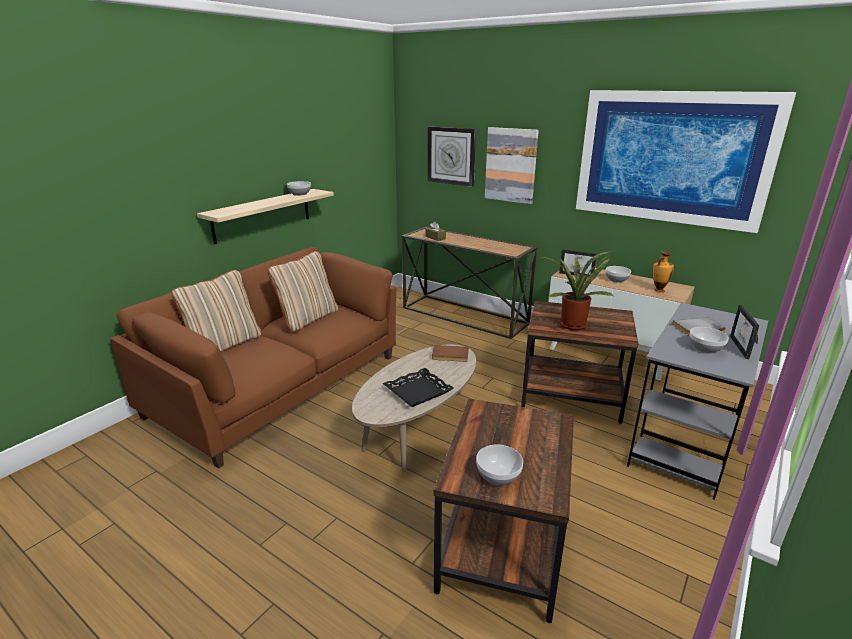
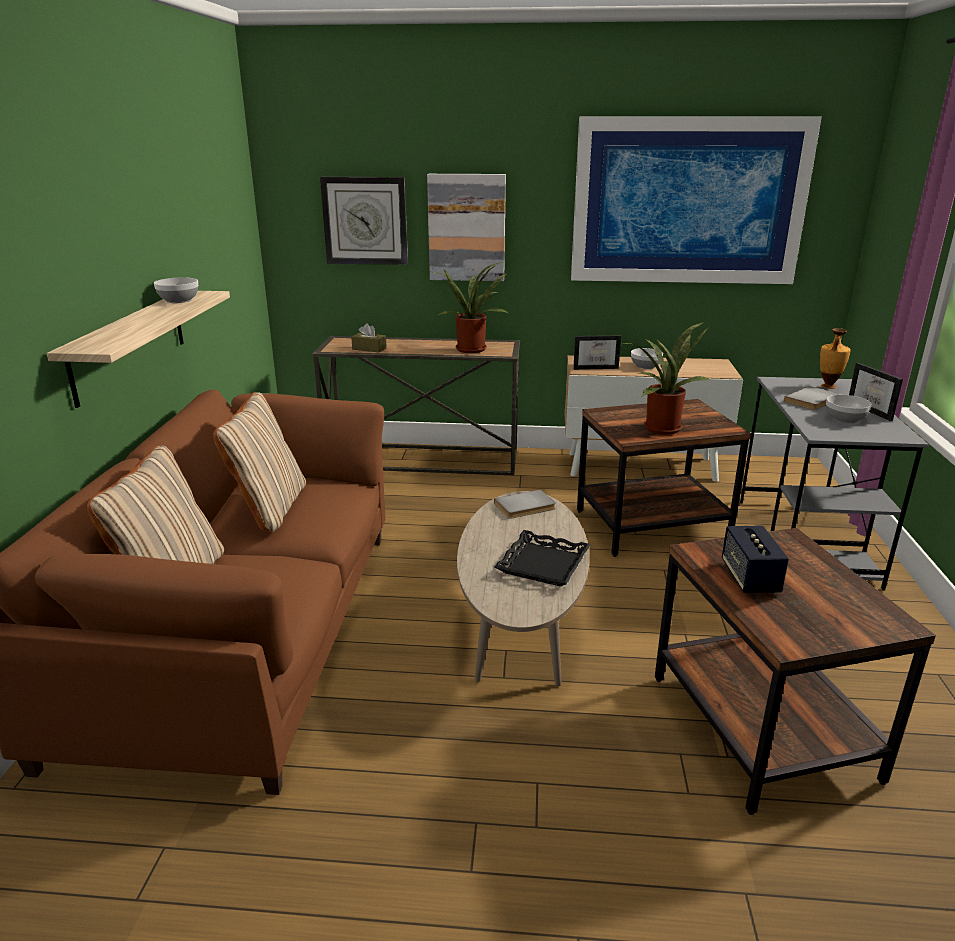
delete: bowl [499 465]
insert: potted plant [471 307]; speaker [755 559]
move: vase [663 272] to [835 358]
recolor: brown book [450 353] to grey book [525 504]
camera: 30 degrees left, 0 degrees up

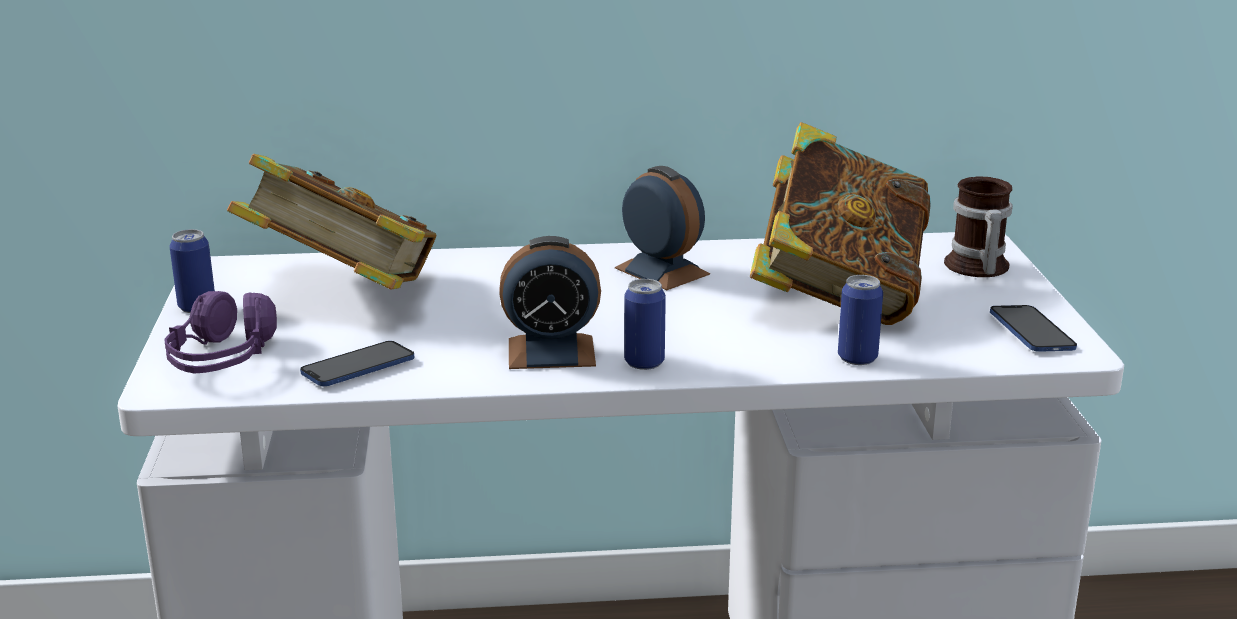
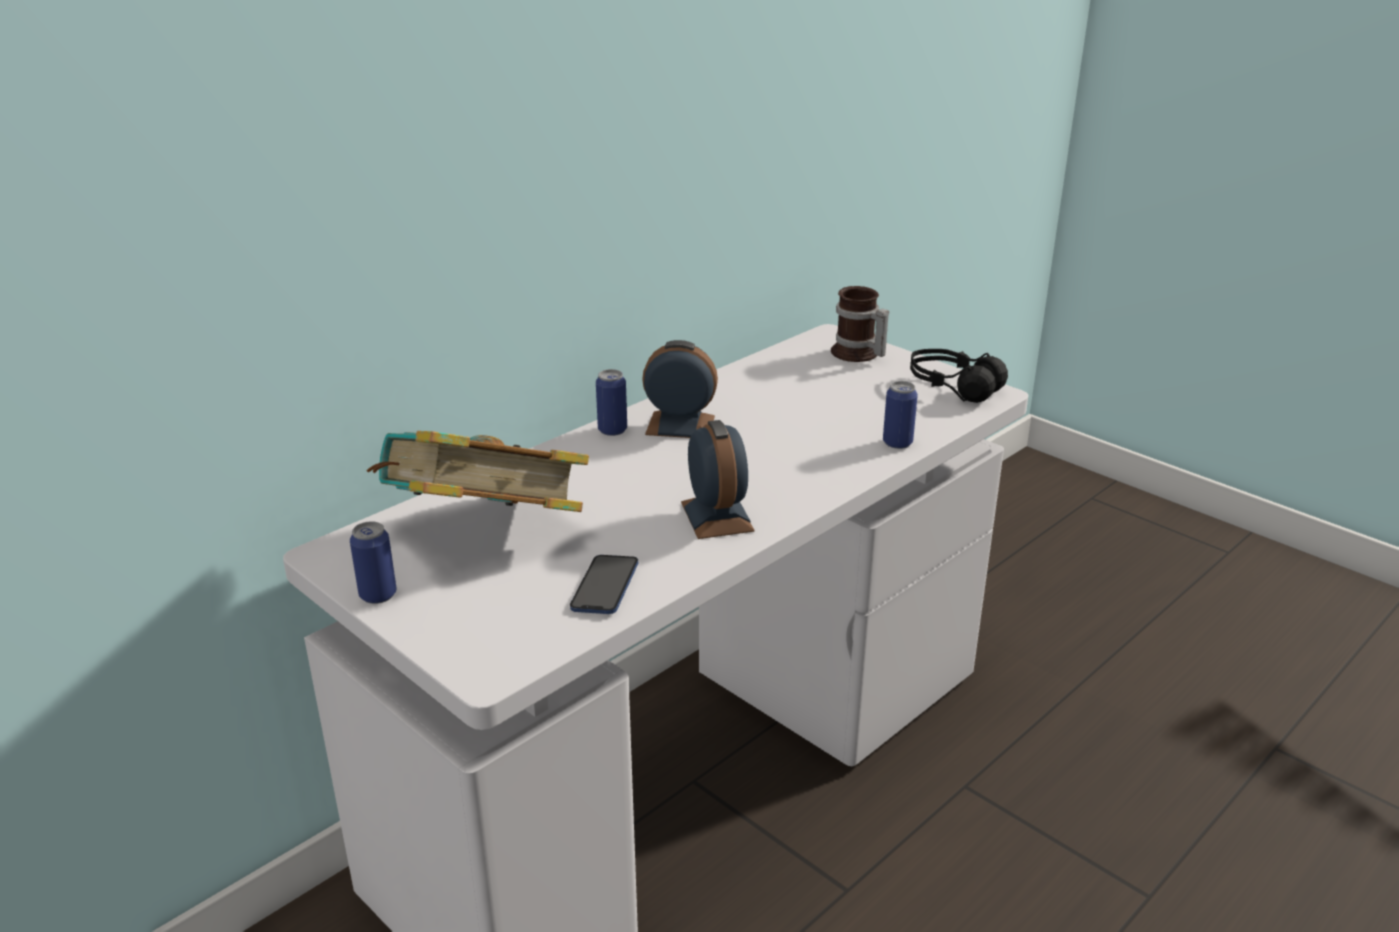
delete: purple headphones [221 332]; book [840 223]
move: can [645 324] to [611 402]
replace: phone [1033 328] to black headphones [959 376]
rotate: alarm clock [550 302] = [718 479] 60 degrees counterclockwise
camera: 40 degrees left, 5 degrees up

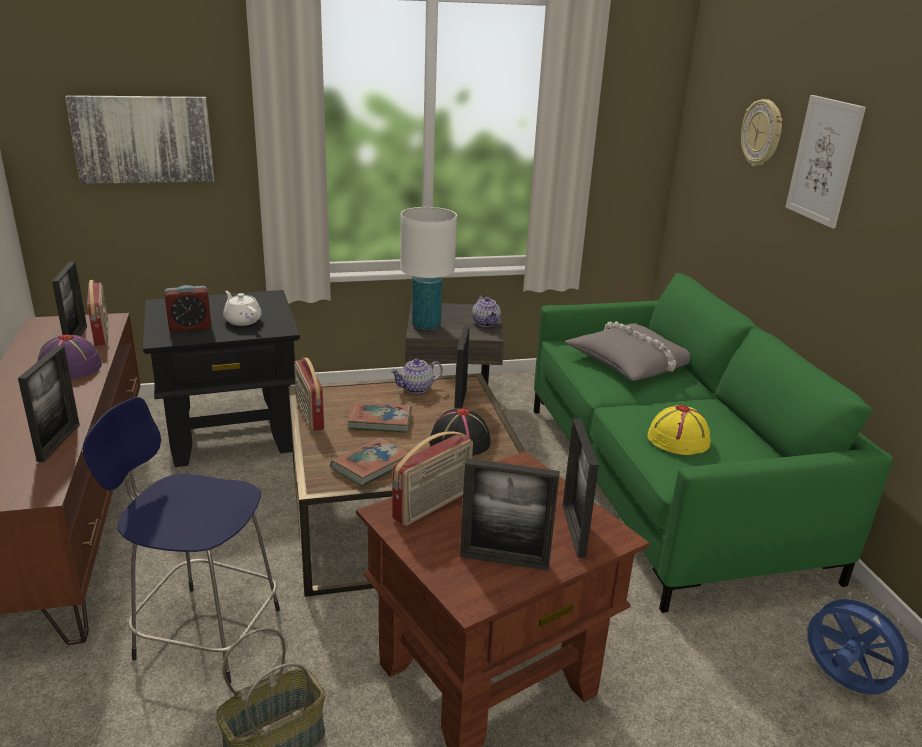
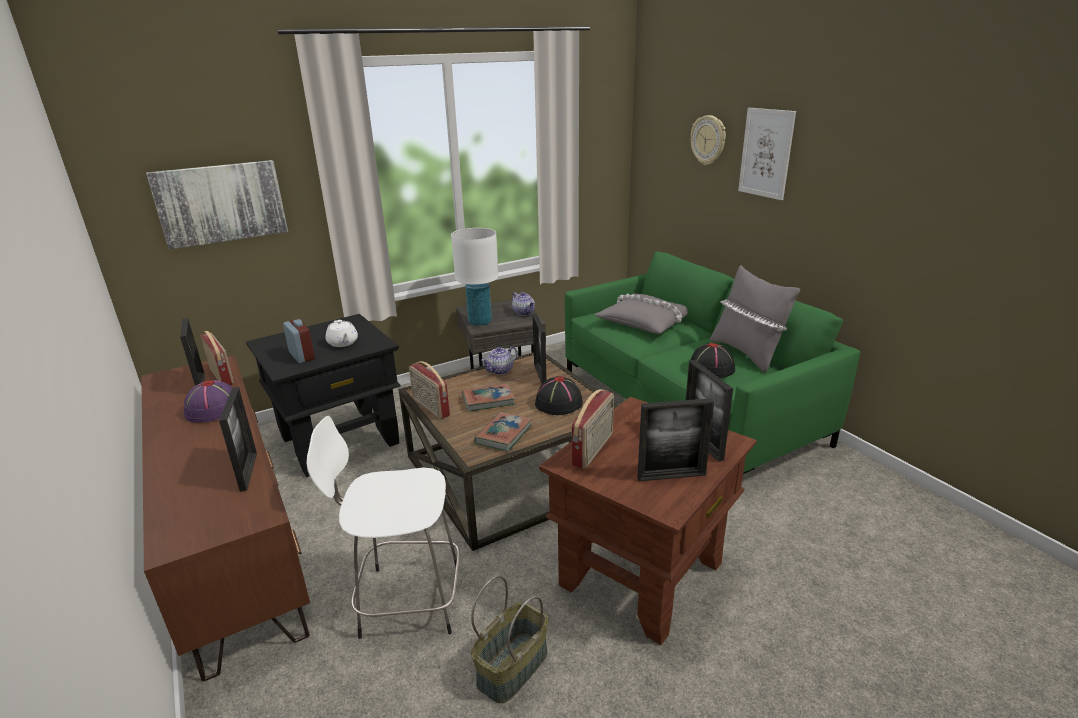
delete: blue fan [862 643]
insert: grey pillow [755 319]
recolor: blue stool [181 540] to white stool [383 527]; yellow hat [679 430] to black hat [712 360]
rotate: alarm clock [188 308] = [299 341] 90 degrees counterclockwise; white teapot [242 308] = [342 333] 150 degrees counterclockwise
camera: 15 degrees left, 0 degrees up

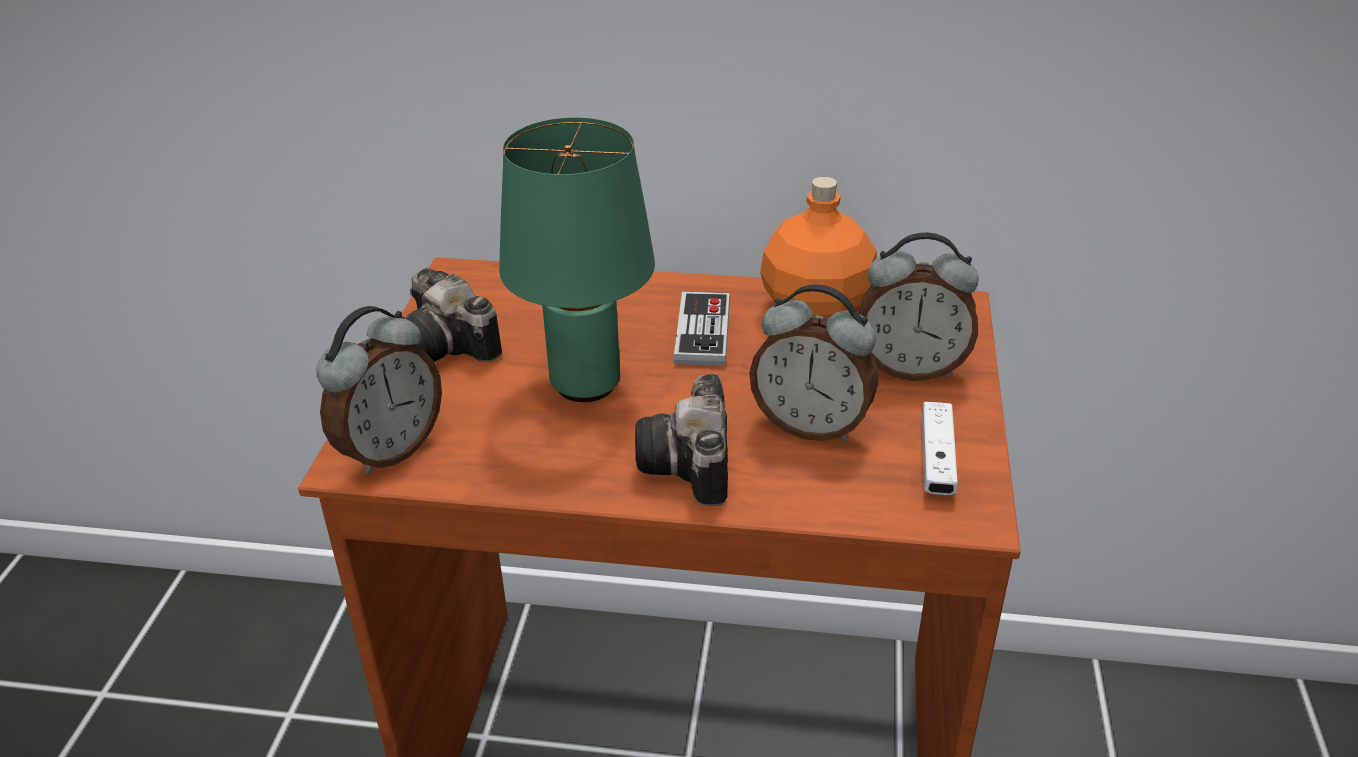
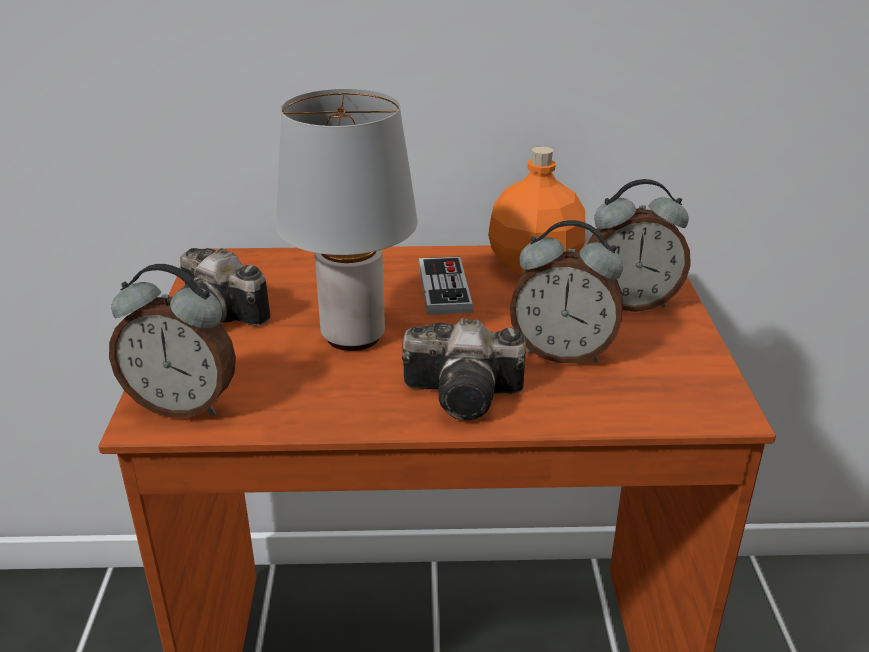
delete: white game controller [940 448]
recolor: green table lamp [577 260] to grey table lamp [347 220]
rotate: alarm clock [379 390] = [172 341] 75 degrees clockwise; photo camera [681 440] = [464 369] 75 degrees counterclockwise
camera: 10 degrees left, 5 degrees down

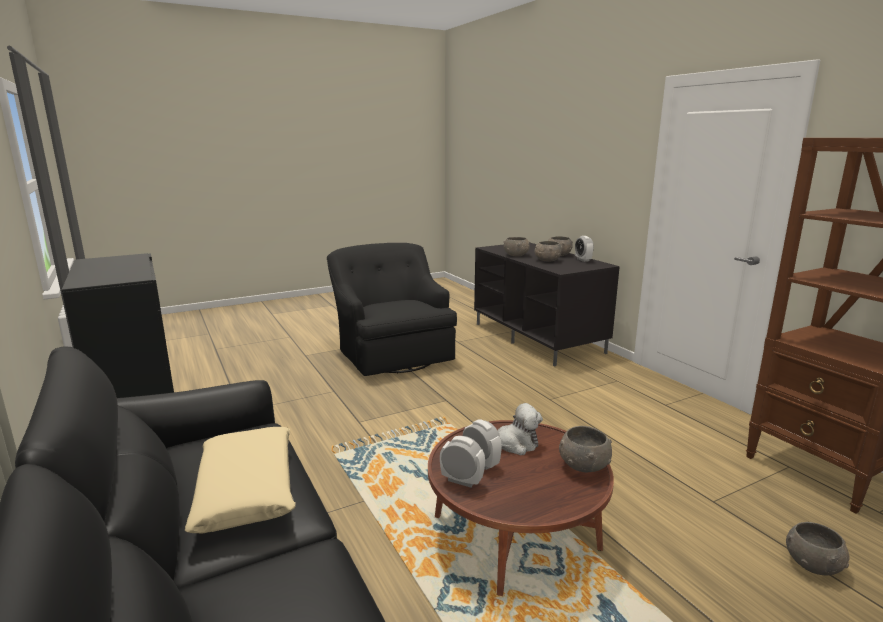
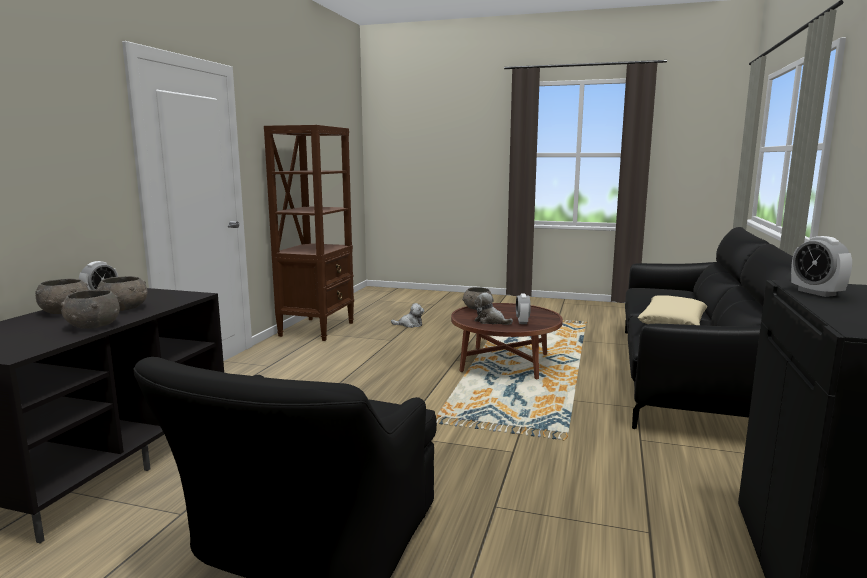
move: alarm clock [462 461] to [821 266]
replace: grey bowl [817 548] to plush toy [407 315]
camera: 135 degrees left, 5 degrees down

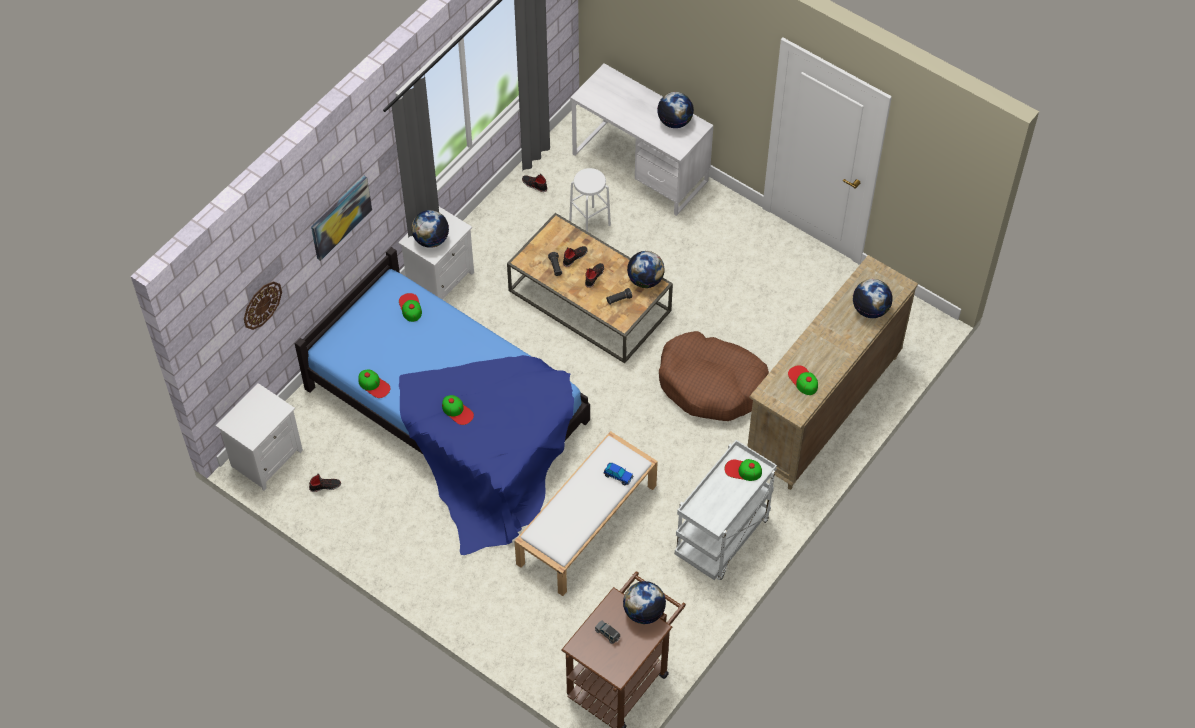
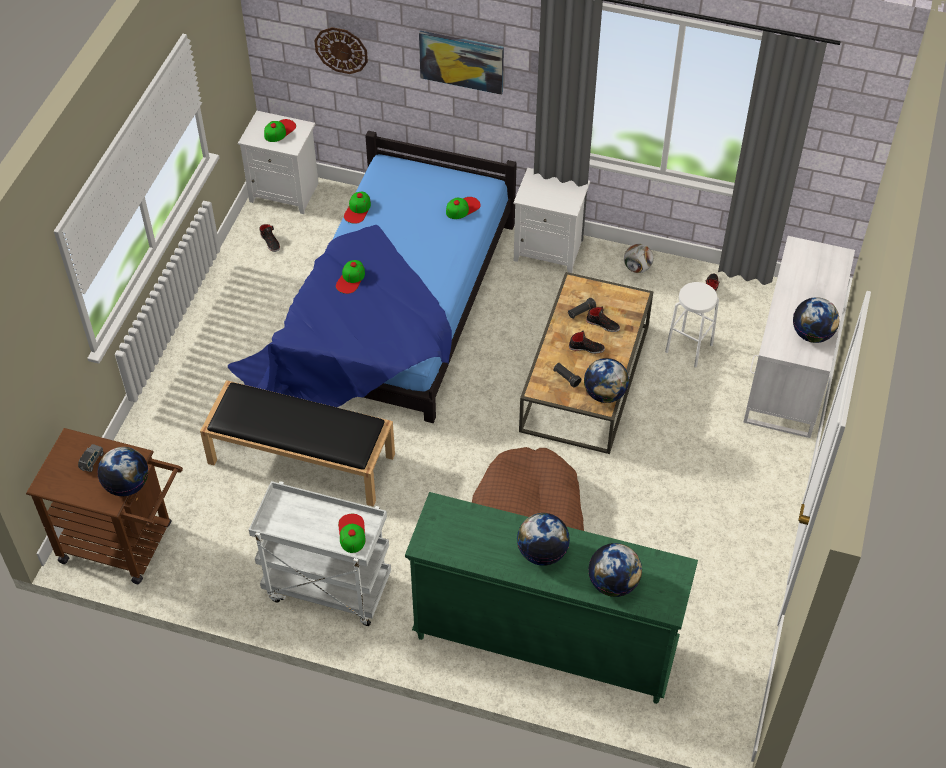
delete: toy car [619 474]
insert: football [638 258]
move: globe [430 229] to [543 539]; cap [803 380] to [280 130]
recolor: white bench [586 513] to black bench [297 443]; beige dresser [832 372] to green dresser [551 598]
camera: 70 degrees right, 5 degrees down

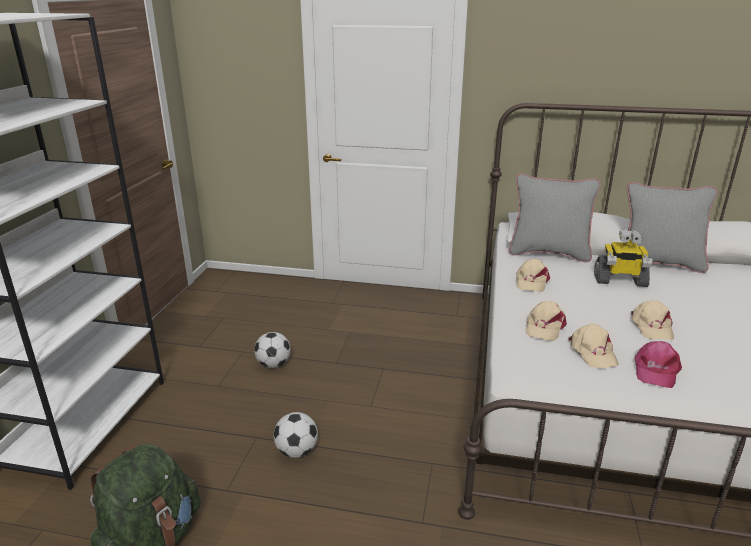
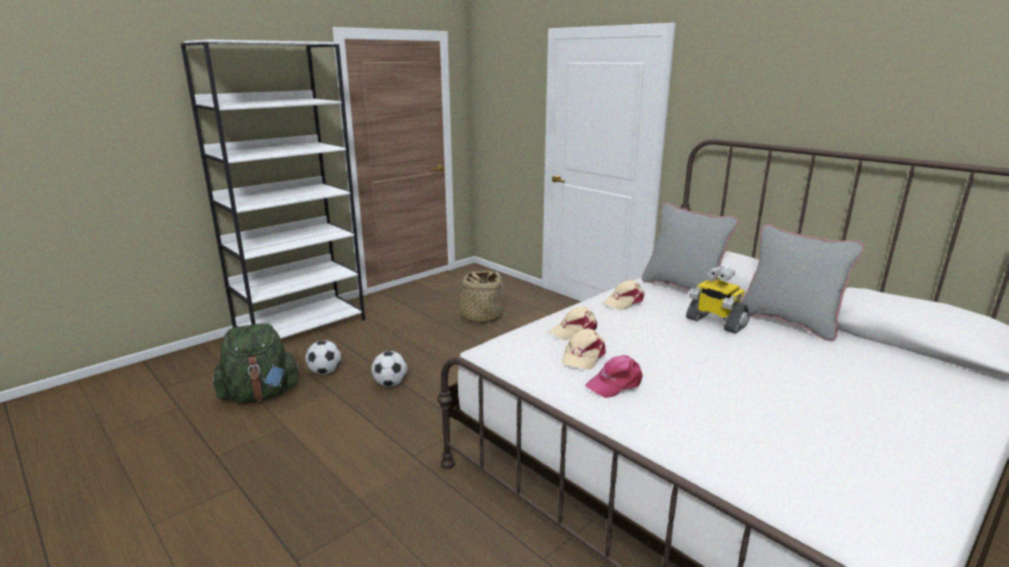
delete: beige cap [652 320]
insert: basket [479 297]
move: football [272 350] to [323 357]
camera: 35 degrees right, 5 degrees down

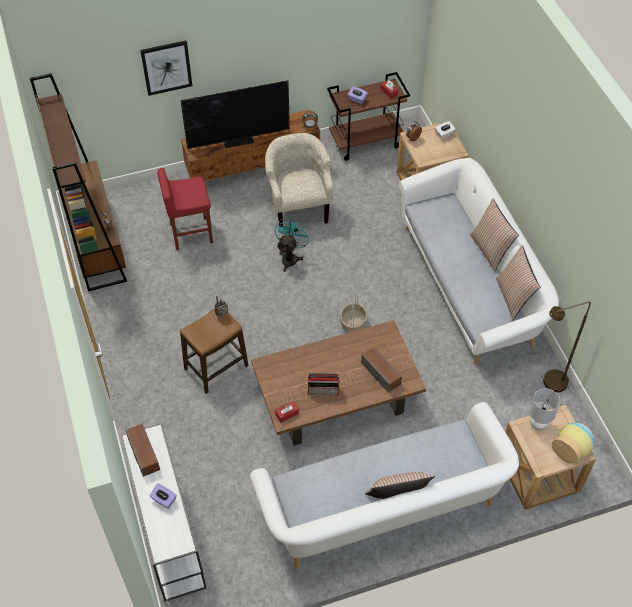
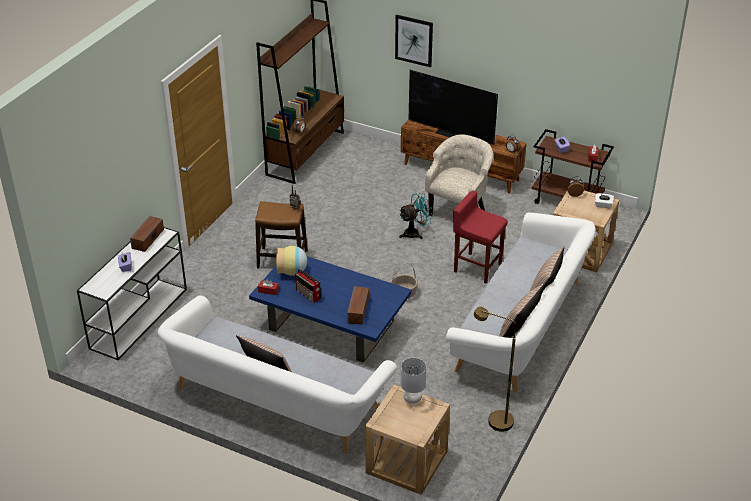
move: red stool [185 209] to [480 237]; vase [573 444] to [291 261]
recolor: brown coffee table [338 383] to blue coffee table [330 309]
camera: 45 degrees right, 15 degrees down

